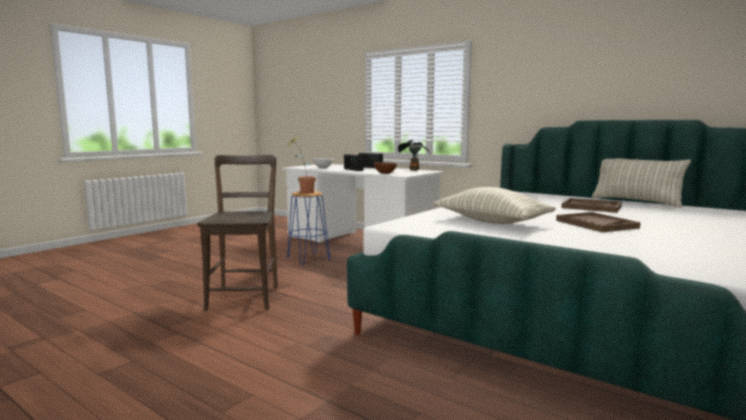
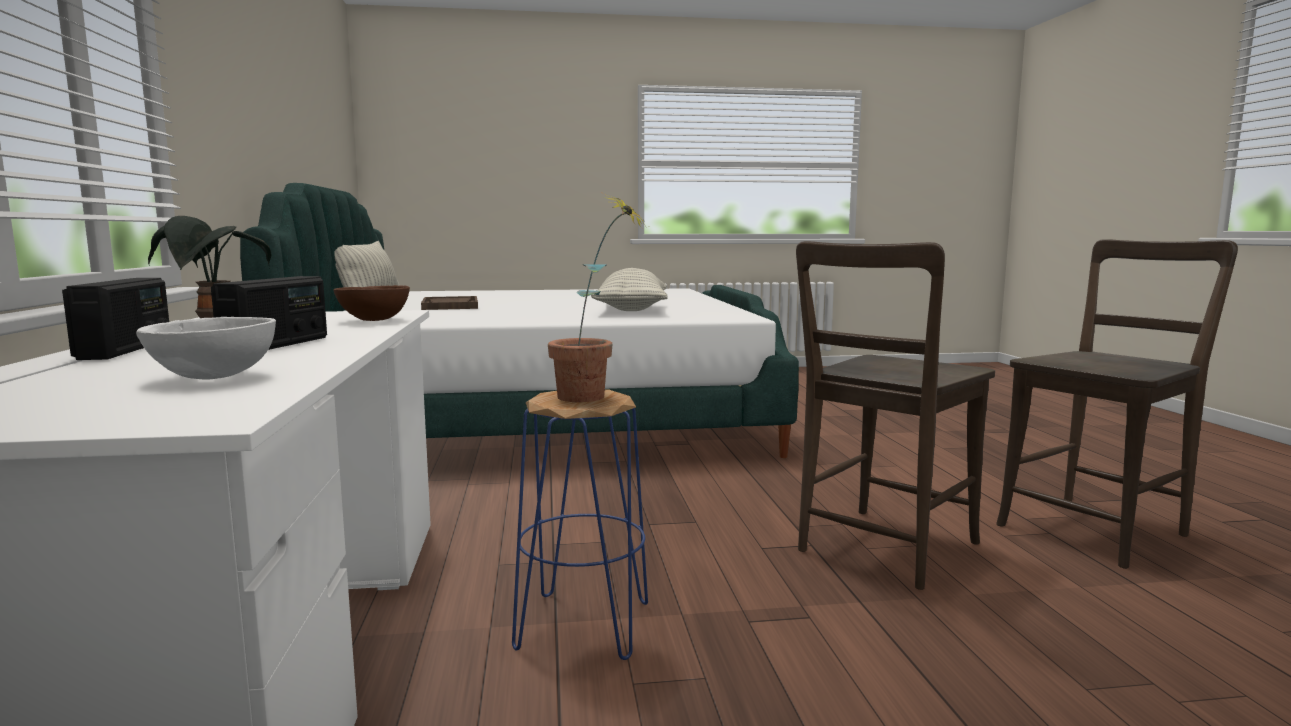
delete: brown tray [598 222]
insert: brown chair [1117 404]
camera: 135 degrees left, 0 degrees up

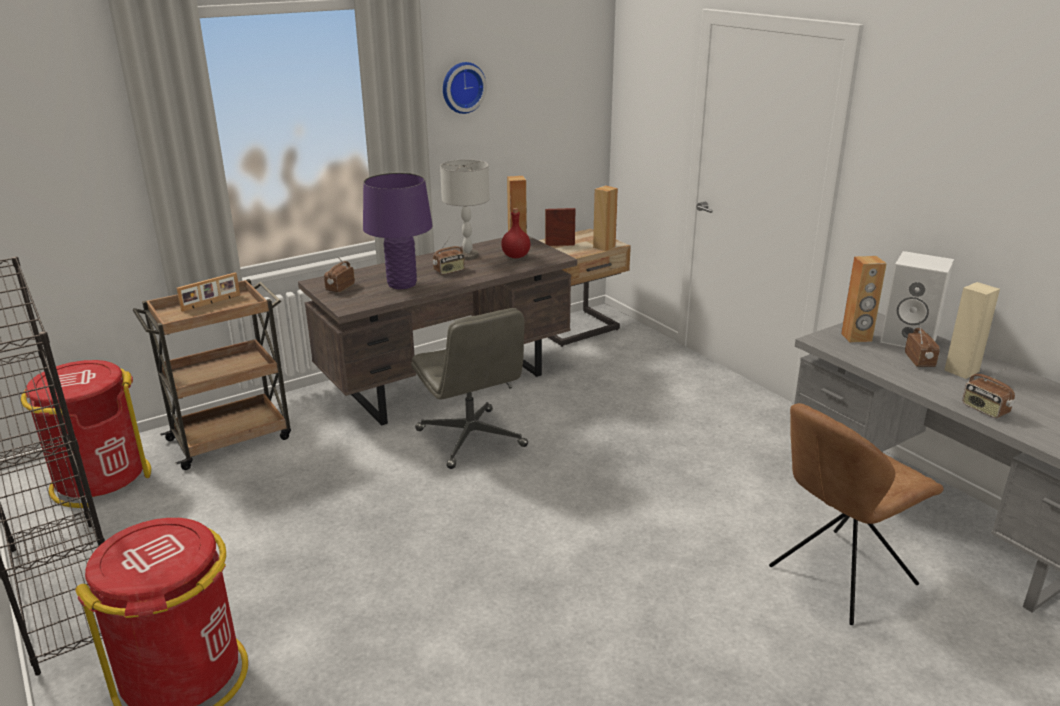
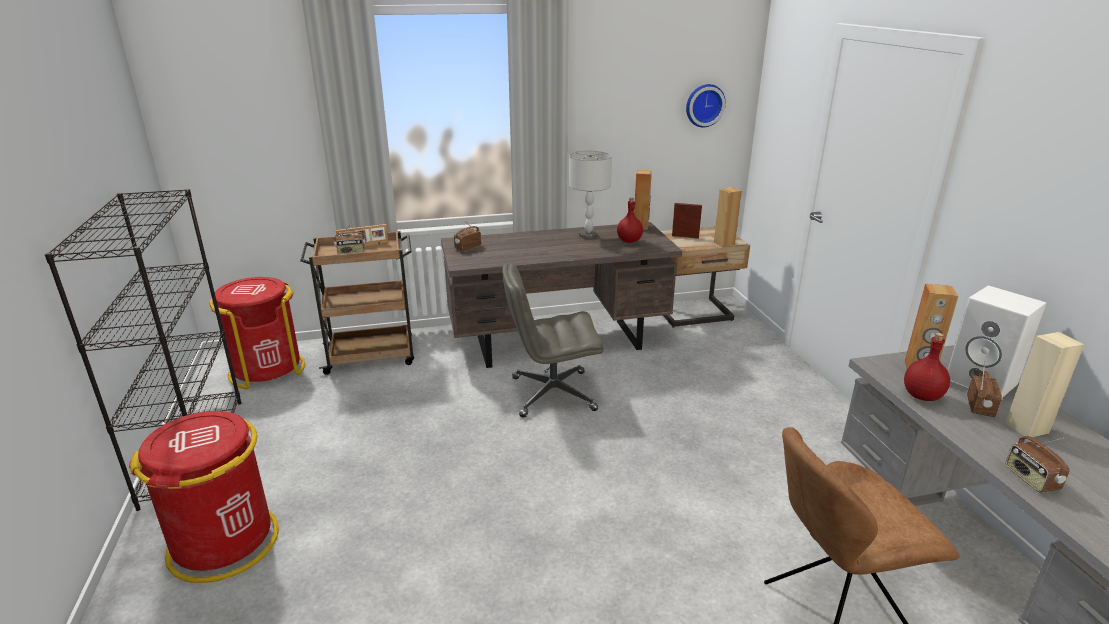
delete: purple table lamp [398 231]
insert: red bottle [927 367]
move: radio [449 256] to [350 239]; wall clock [465 88] to [706 105]
rotate: grey office chair [469 388] = [553 340] 90 degrees clockwise
camera: 20 degrees right, 0 degrees up

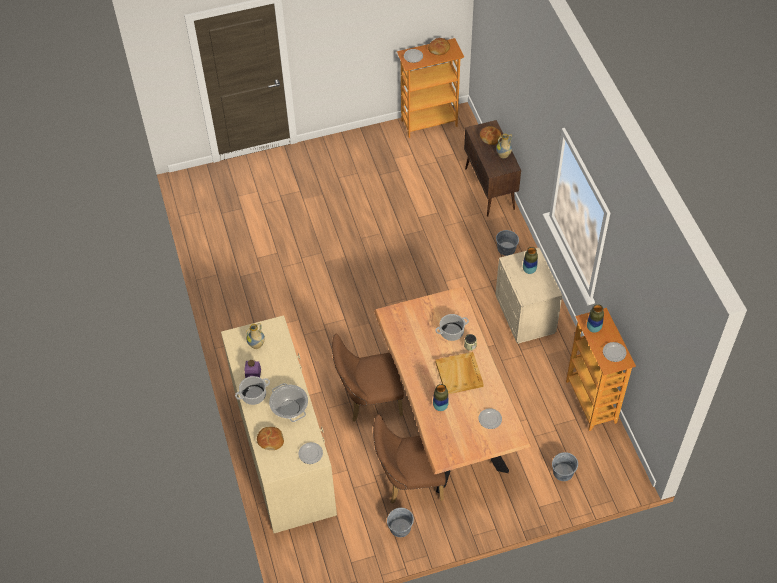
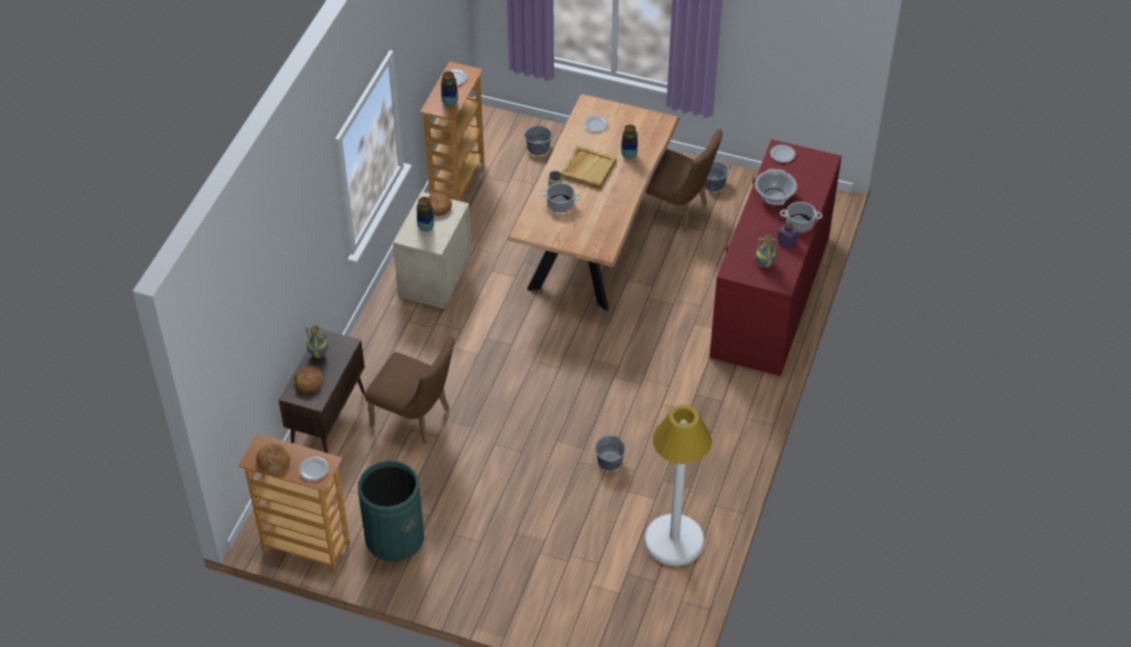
insert: green trash can [391 511]; white floor lamp [678 485]
move: bread [270 438] to [440 204]; brown chair [368 378] to [410 390]; grey bucket [507 243] to [610 453]
recolor: beige dresser [279 424] to red dresser [776 257]
camera: 145 degrees left, 5 degrees down

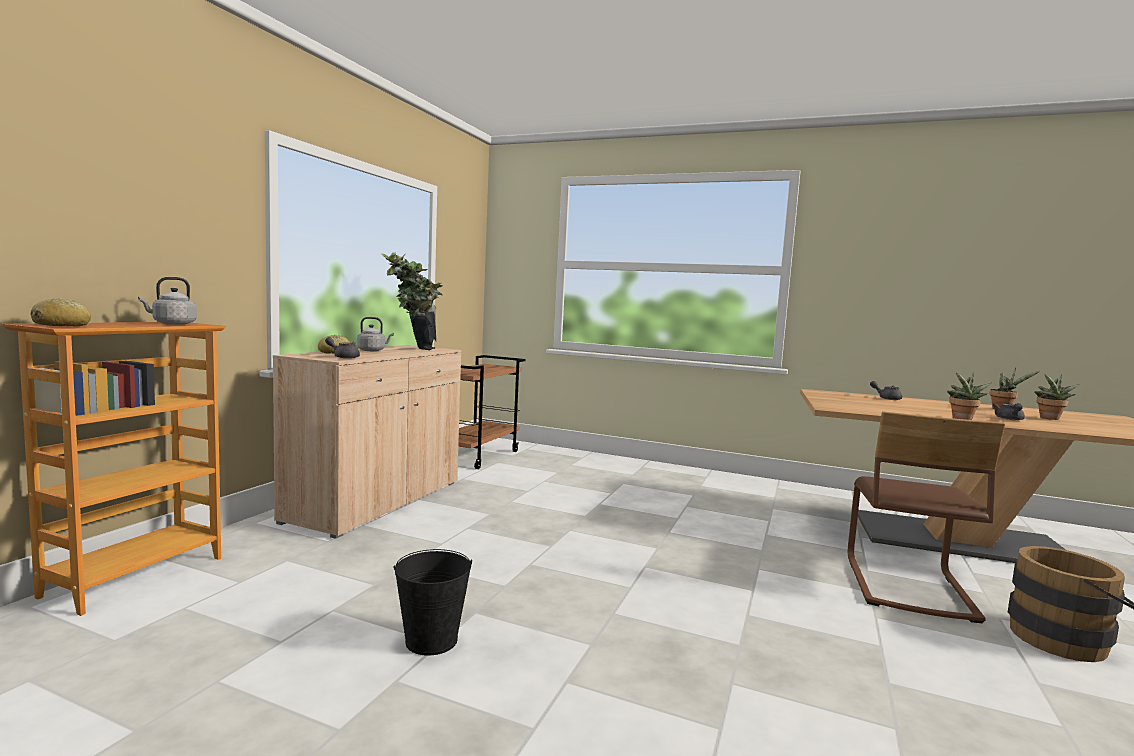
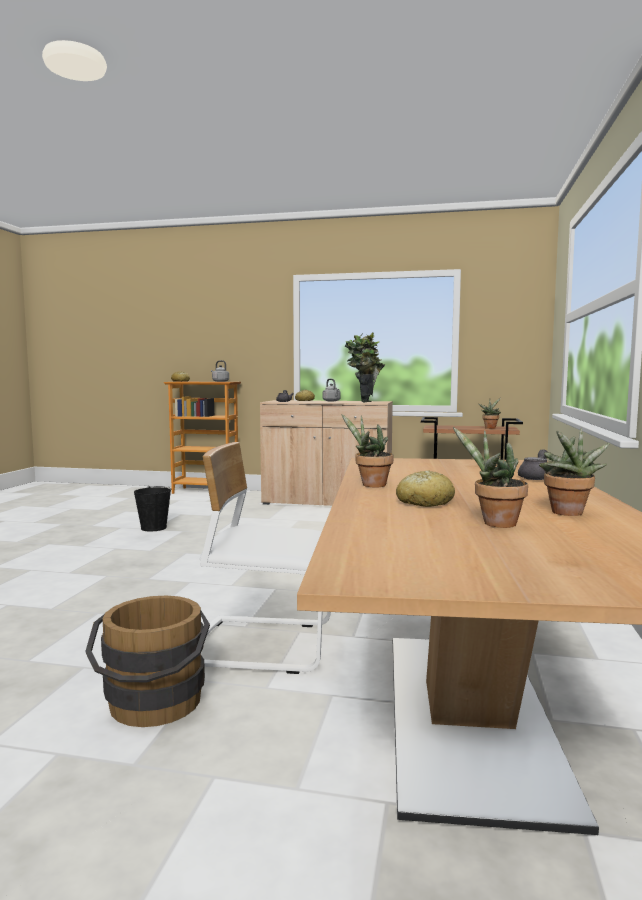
insert: potted plant [490 413]
replace: grey teapot [1008 411] to bread [425 488]
recolor: brown chair [926 517] to white chair [265 558]
camera: 80 degrees right, 0 degrees up

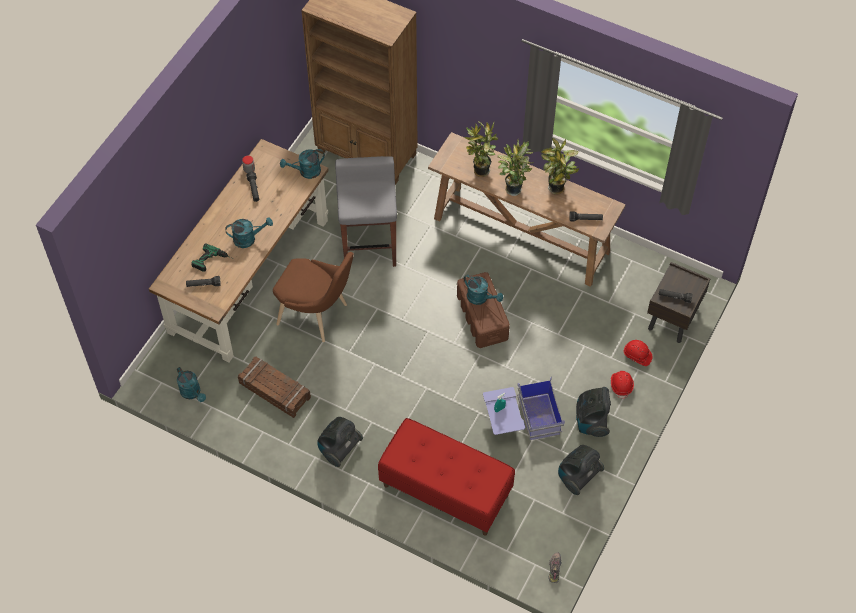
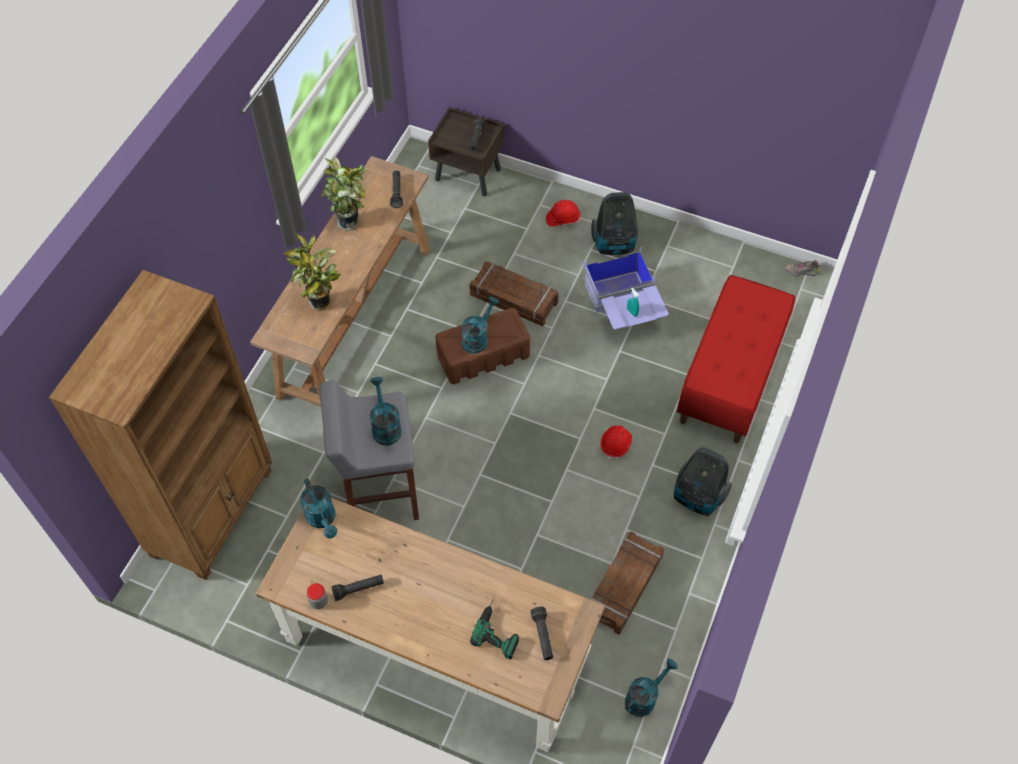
delete: brown chair [313 297]; potted plant [515 167]; vacuum cleaner [581 470]
insert: crate [514 293]
move: turquoise watering can [249 232] to [386 411]; red hard hat [638 353] to [616 443]
camera: 95 degrees left, 0 degrees up

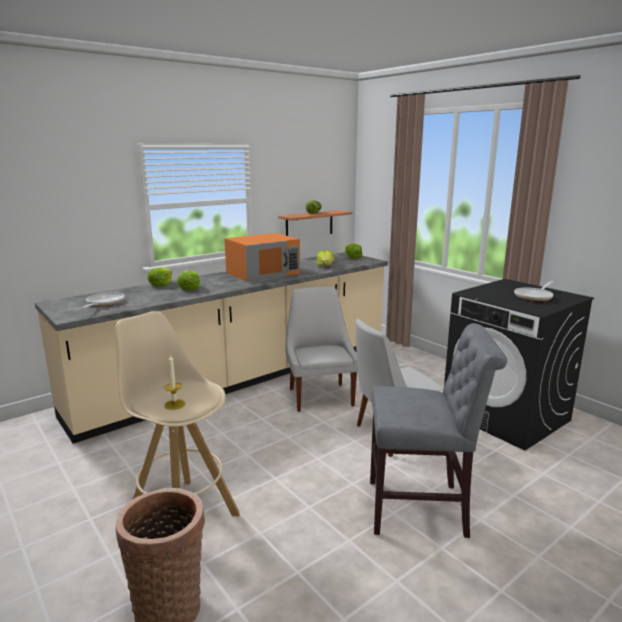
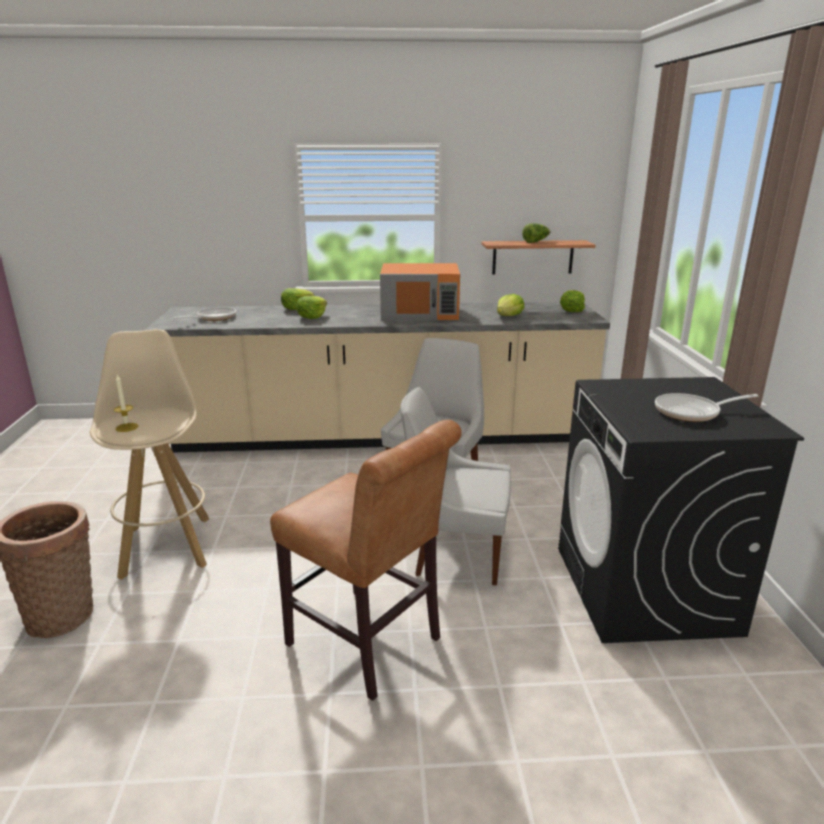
recolor: grey chair [438 430] to brown chair [366 560]
camera: 35 degrees right, 5 degrees up

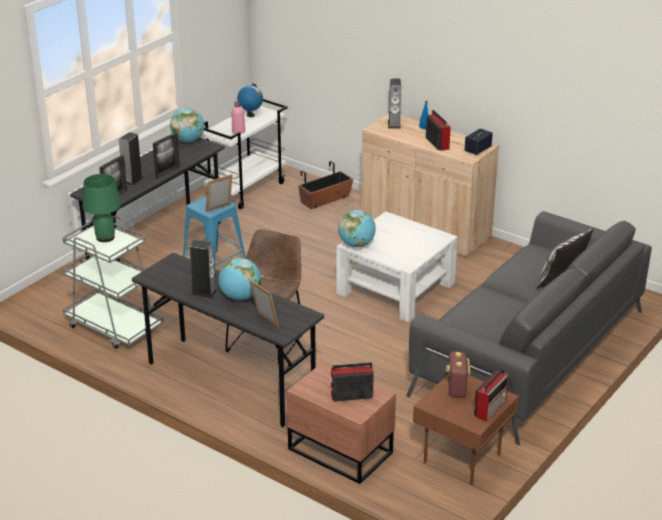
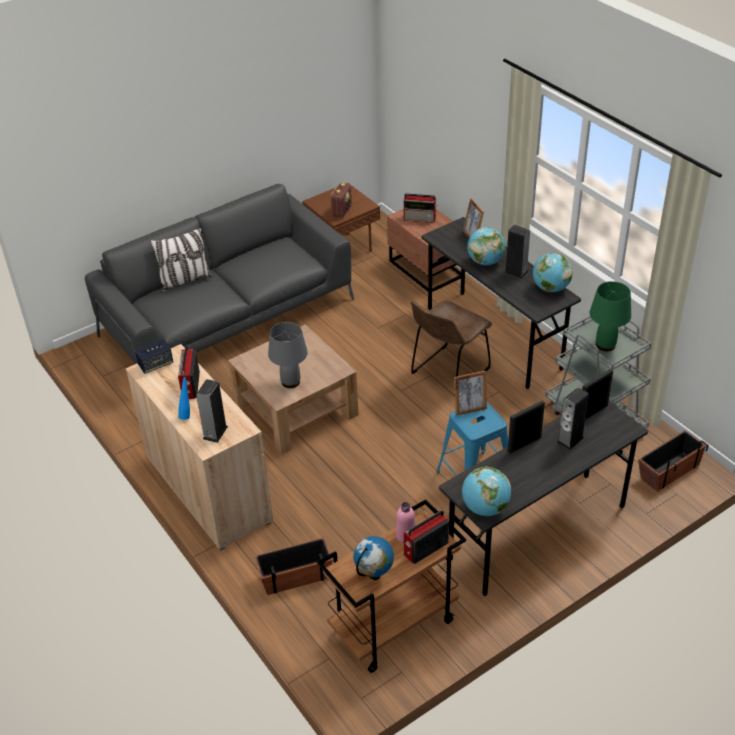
insert: grey table lamp [288 355]; planter [673 461]
move: globe [357 228] to [553 272]; radio [491 395] to [426 537]
recolor: white cart [244 154] to brown cart [391 586]; white coffee table [397 266] to brown coffee table [293 389]
camera: 160 degrees left, 10 degrees up

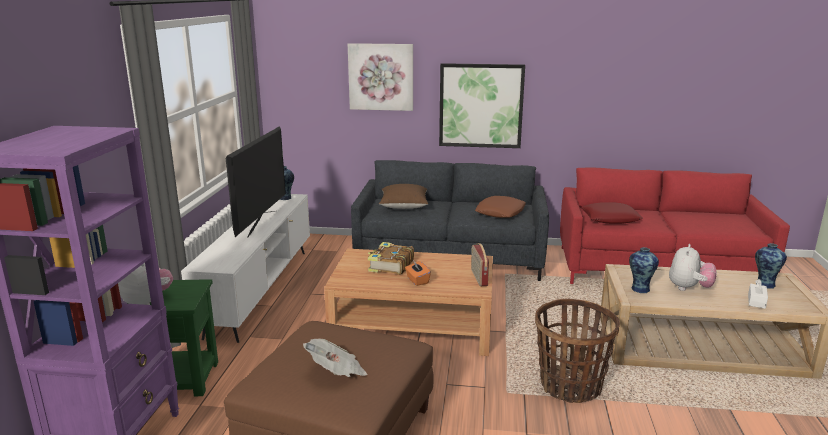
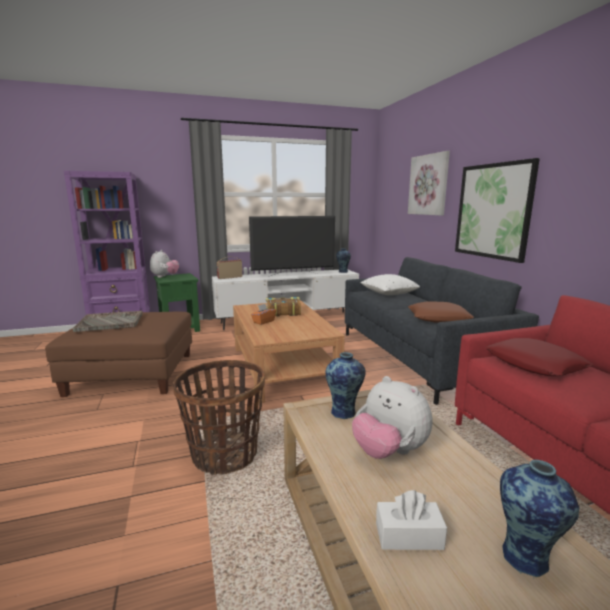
move: radio [480 264] to [230 268]
replace: newspaper [335 357] to grey tray [107 321]
recolor: brown pillow [404 196] to white pillow [390 284]
rotate: plush toy [693 267] = [392 417] 45 degrees clockwise
camera: 65 degrees right, 5 degrees down

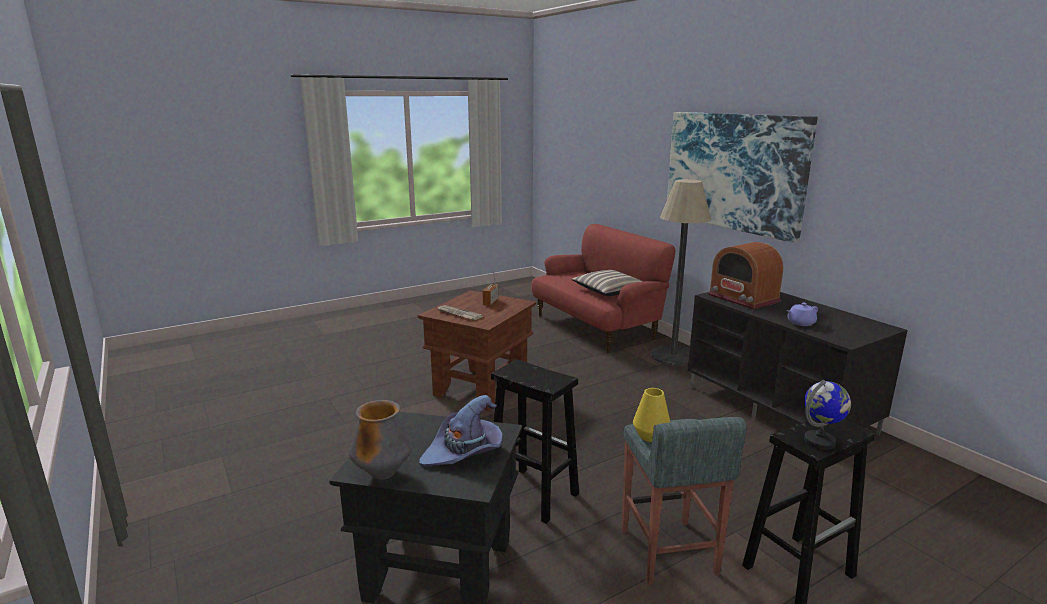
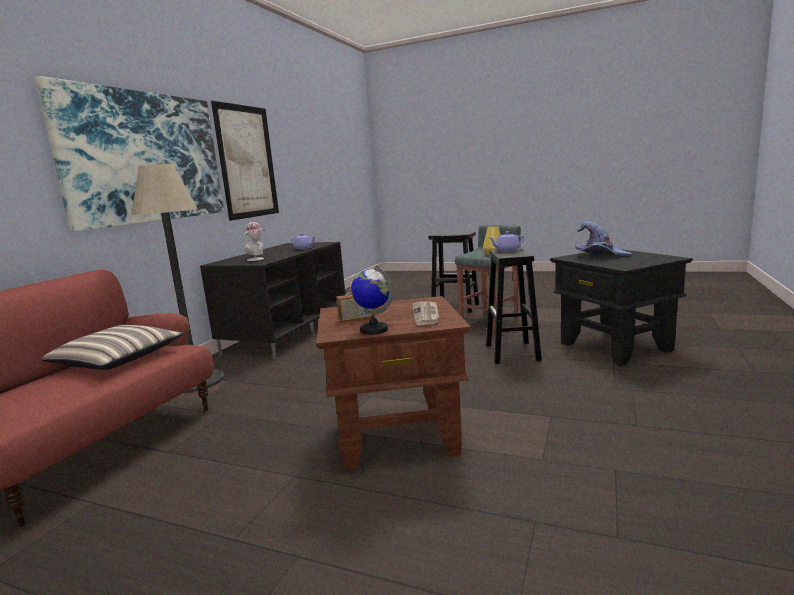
delete: vase [380 440]
insert: picture [245 160]; purple teapot [507 241]
move: globe [827 415] to [372 300]
replace: radio [746 276] to hat [254 241]
camera: 125 degrees left, 5 degrees down

